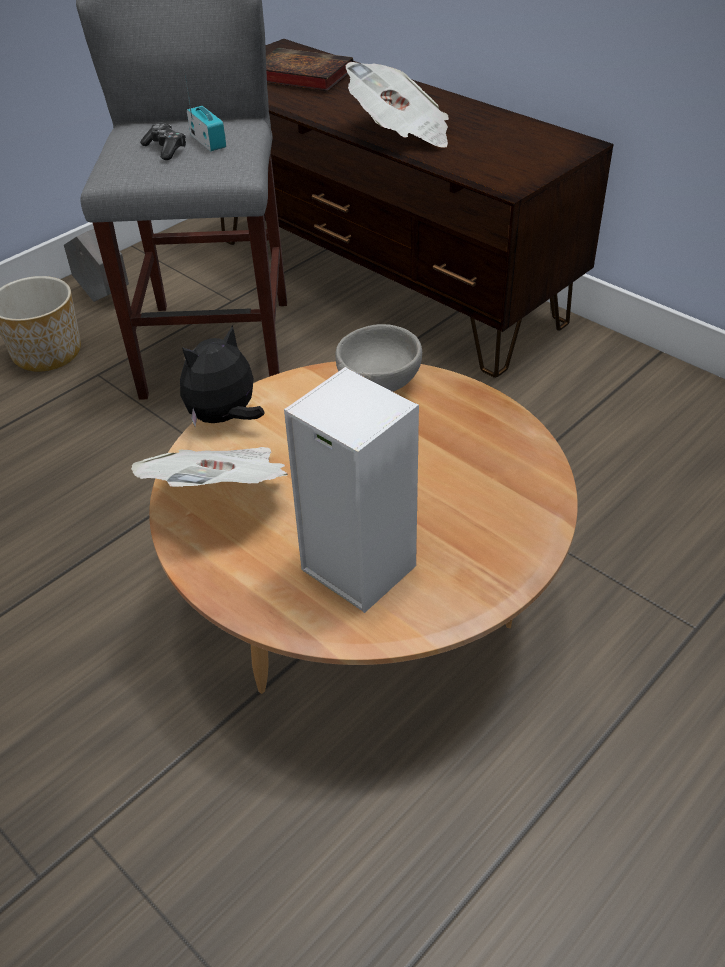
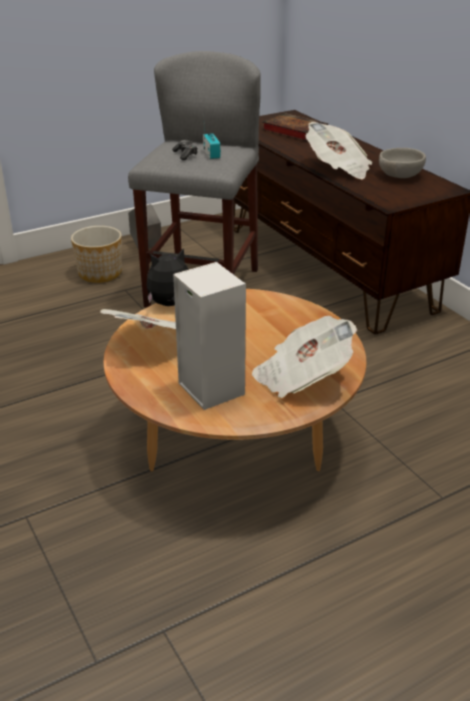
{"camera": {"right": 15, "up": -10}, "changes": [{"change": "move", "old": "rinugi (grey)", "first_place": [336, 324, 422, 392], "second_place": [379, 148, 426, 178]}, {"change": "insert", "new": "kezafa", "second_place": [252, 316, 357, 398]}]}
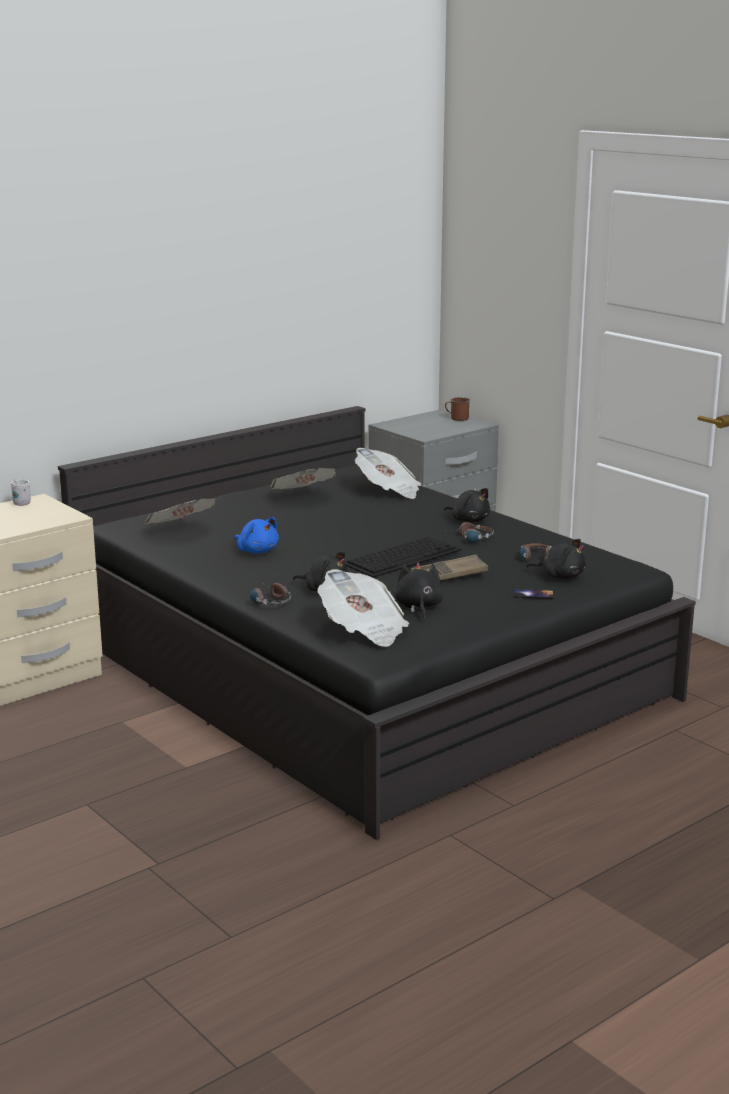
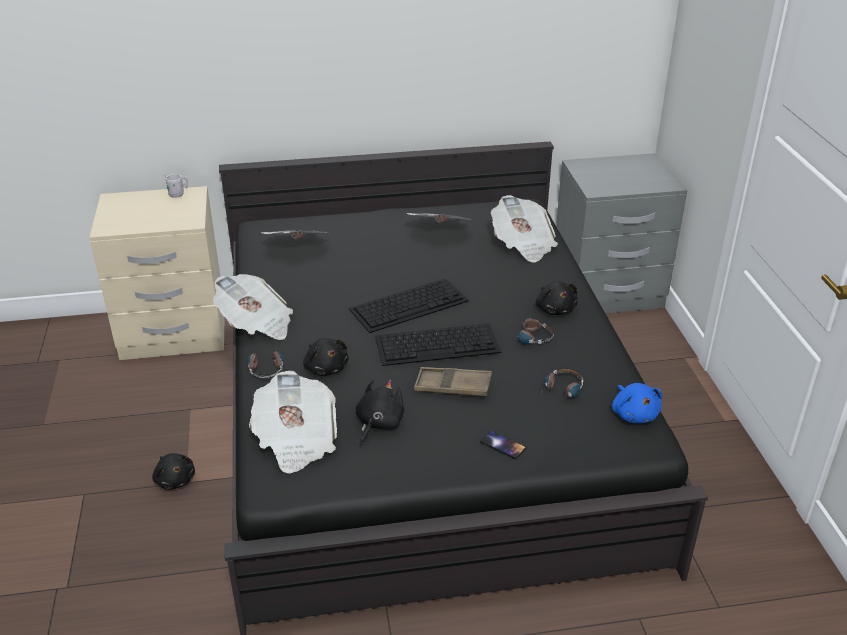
{"camera": {"right": 30, "up": 15}, "changes": [{"change": "delete", "old": "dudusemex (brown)", "first_place": [445, 397, 470, 421]}, {"change": "move", "old": "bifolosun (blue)", "first_place": [234, 517, 279, 554], "second_place": [612, 383, 662, 423]}, {"change": "move", "old": "bifolosun (black)", "first_place": [526, 539, 586, 579], "second_place": [152, 453, 195, 490]}, {"change": "insert", "new": "kezafa", "second_place": [213, 274, 293, 340]}, {"change": "insert", "new": "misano", "second_place": [349, 278, 469, 333]}]}
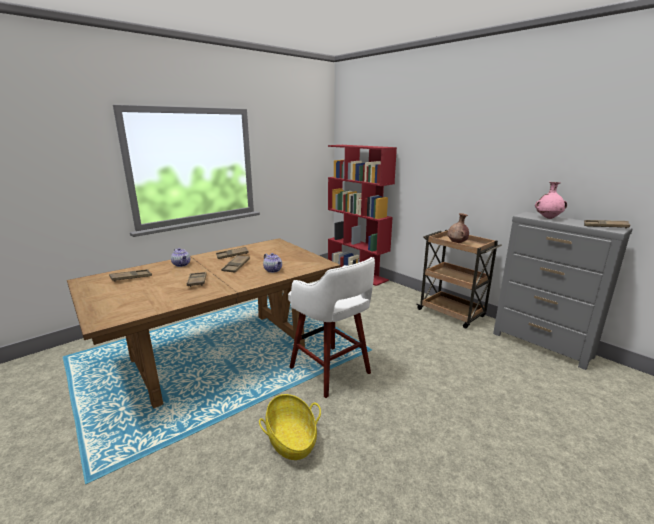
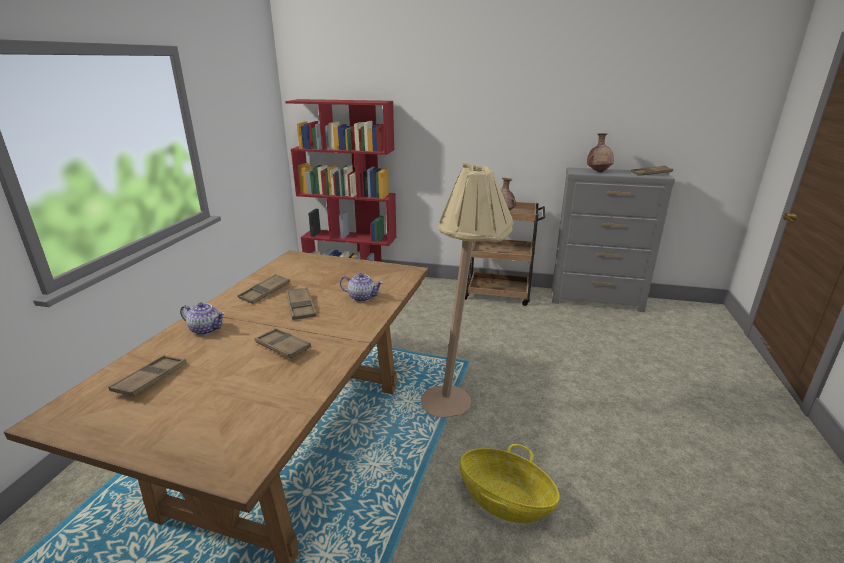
{"camera": {"right": -35, "up": 5}, "changes": [{"change": "recolor", "old": "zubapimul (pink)", "new": "zubapimul (brown)", "first_place": [535, 182, 567, 219], "second_place": [587, 133, 614, 172]}, {"change": "replace", "old": "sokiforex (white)", "new": "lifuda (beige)", "first_place": [288, 257, 375, 398], "second_place": [421, 162, 514, 417]}]}
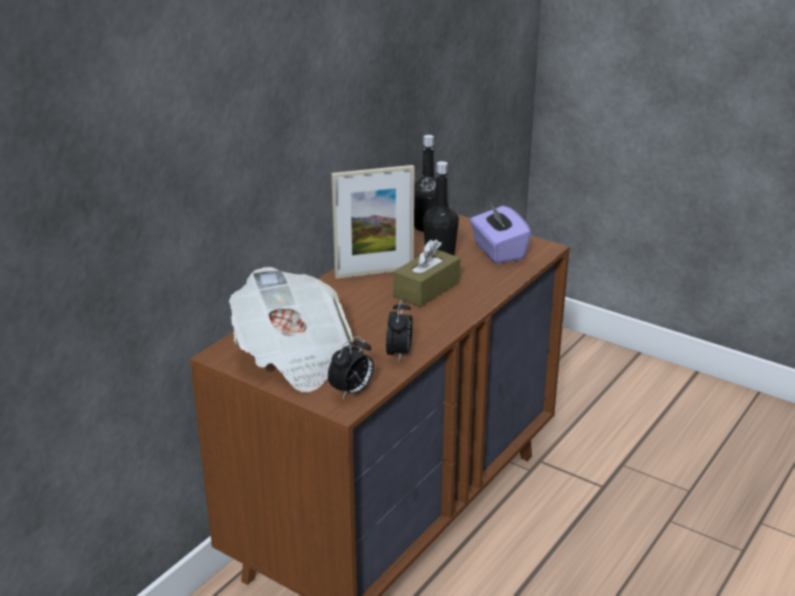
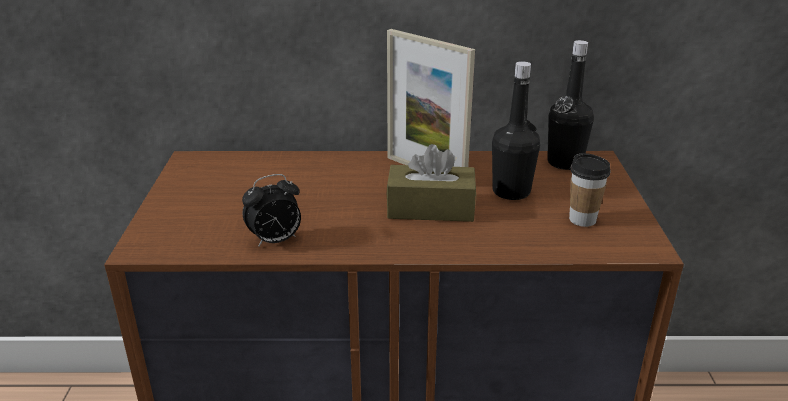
{"camera": {"right": 55, "up": 0}, "changes": [{"change": "replace", "old": "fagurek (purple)", "new": "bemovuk", "first_place": [470, 202, 531, 264], "second_place": [569, 153, 611, 227]}, {"change": "delete", "old": "kezafa", "first_place": [229, 267, 353, 393]}, {"change": "delete", "old": "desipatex", "first_place": [328, 336, 374, 399]}]}
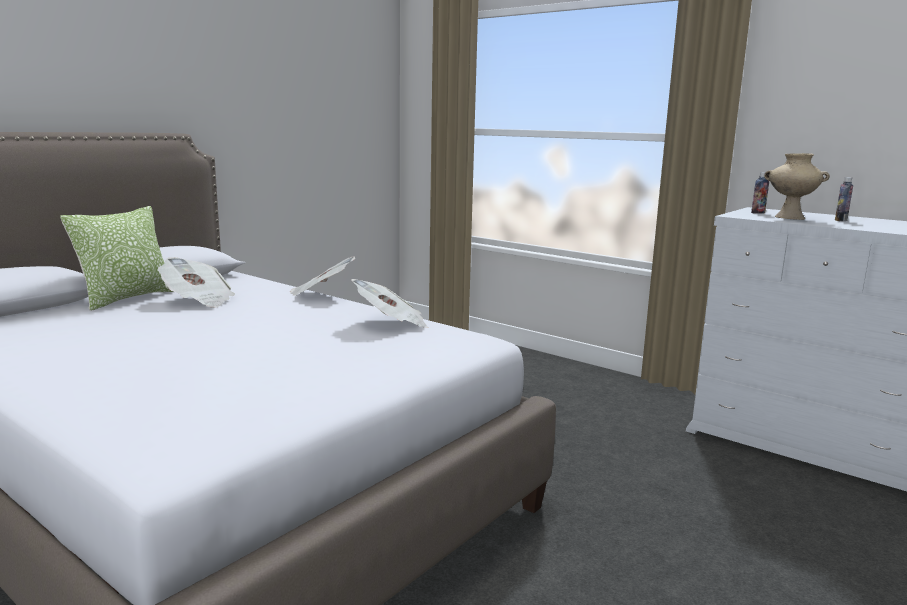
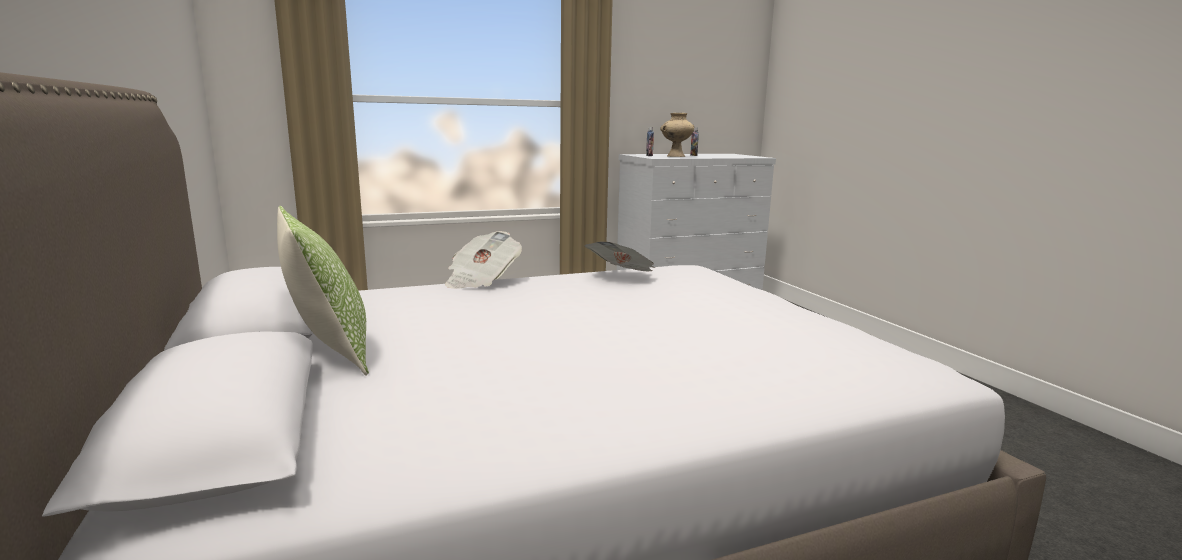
{"camera": {"right": -60, "up": 0}, "changes": [{"change": "delete", "old": "kezafa", "first_place": [158, 257, 235, 308]}]}
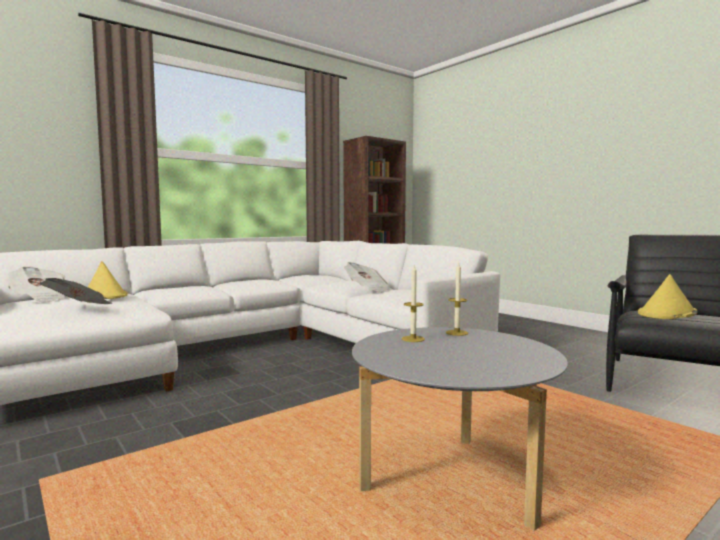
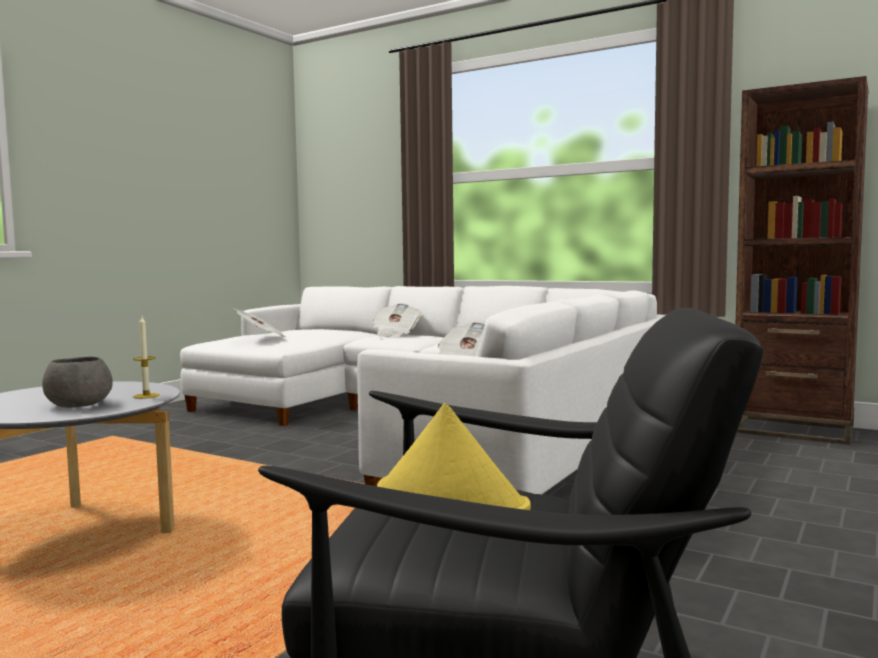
{"camera": {"right": 70, "up": 0}, "changes": [{"change": "delete", "old": "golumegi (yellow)", "first_place": [88, 261, 128, 299]}, {"change": "delete", "old": "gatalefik", "first_place": [402, 265, 425, 342]}, {"change": "move", "old": "kezafa", "first_place": [8, 267, 66, 303], "second_place": [373, 303, 421, 337]}, {"change": "insert", "new": "rinugi (grey)", "second_place": [42, 356, 113, 408]}]}
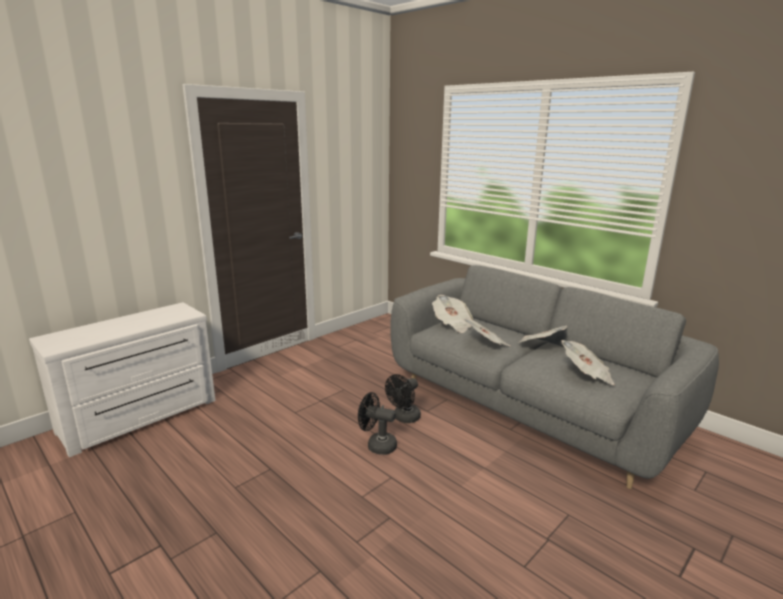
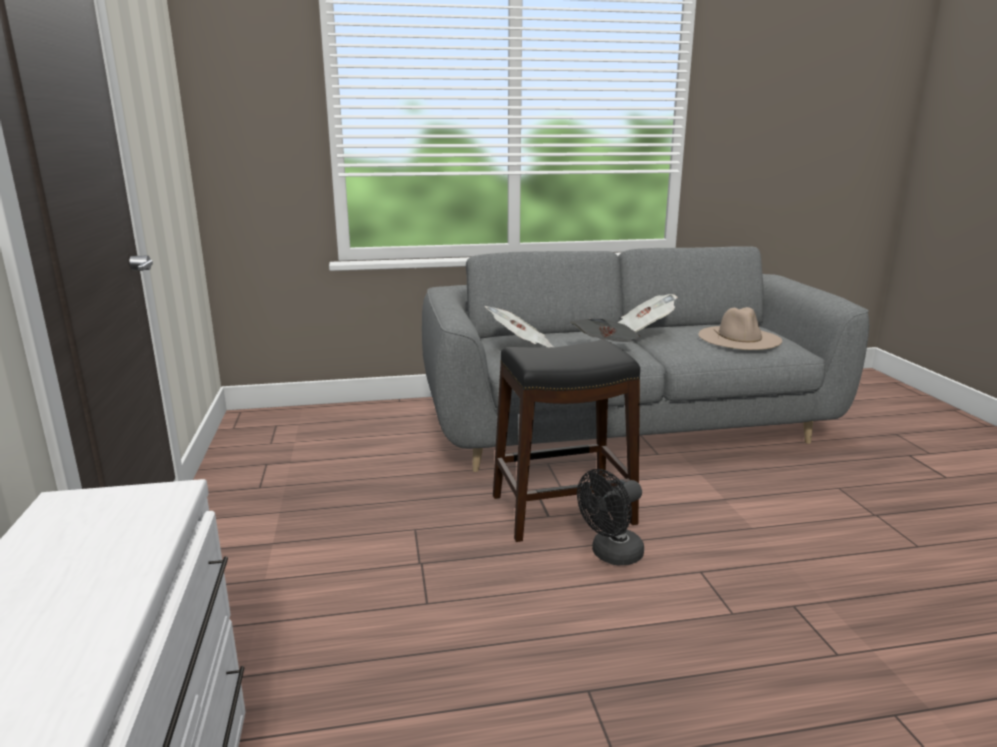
{"camera": {"right": -55, "up": 0}, "changes": [{"change": "replace", "old": "kezafa", "new": "golumegi (beige)", "first_place": [561, 340, 614, 385], "second_place": [698, 307, 782, 350]}, {"change": "replace", "old": "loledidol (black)", "new": "sokiforex (black)", "first_place": [385, 374, 421, 423], "second_place": [493, 340, 640, 542]}]}
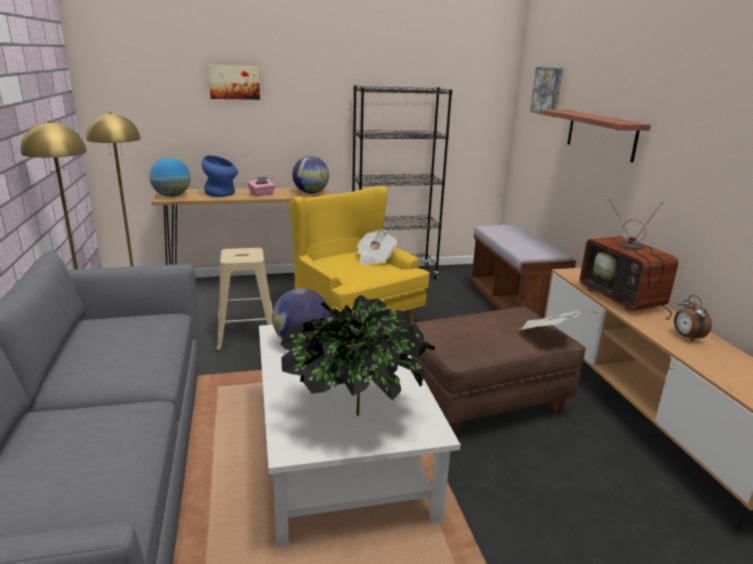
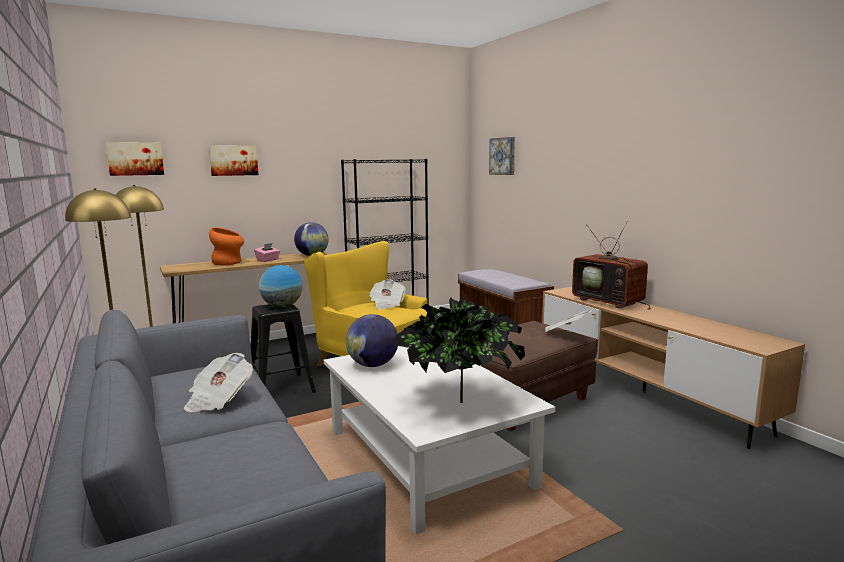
{"camera": {"right": -15, "up": -10}, "changes": [{"change": "delete", "old": "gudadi", "first_place": [542, 110, 651, 163]}, {"change": "recolor", "old": "zubapimul (blue)", "new": "zubapimul (orange)", "first_place": [202, 155, 238, 197], "second_place": [209, 227, 244, 265]}, {"change": "move", "old": "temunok", "first_place": [149, 158, 190, 197], "second_place": [259, 265, 303, 307]}, {"change": "recolor", "old": "sokiforex (beige)", "new": "sokiforex (black)", "first_place": [217, 248, 273, 351], "second_place": [251, 304, 316, 393]}, {"change": "delete", "old": "desipatex", "first_place": [674, 295, 712, 342]}, {"change": "insert", "new": "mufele", "second_place": [106, 142, 164, 176]}, {"change": "insert", "new": "kezafa", "second_place": [184, 353, 253, 412]}]}
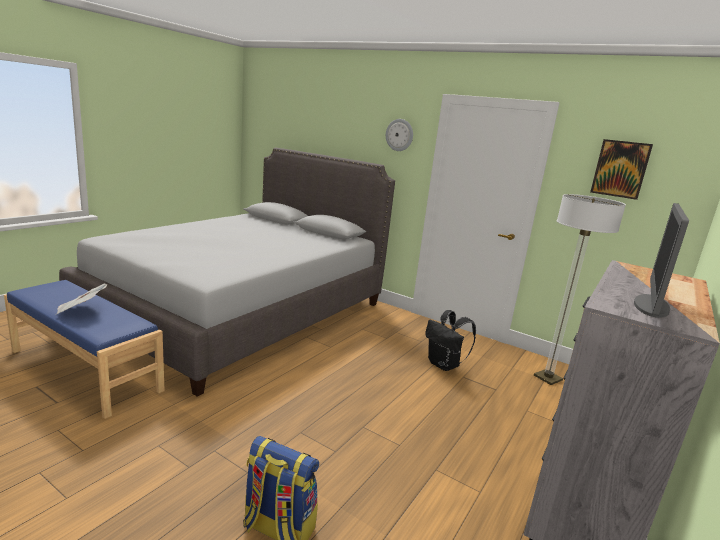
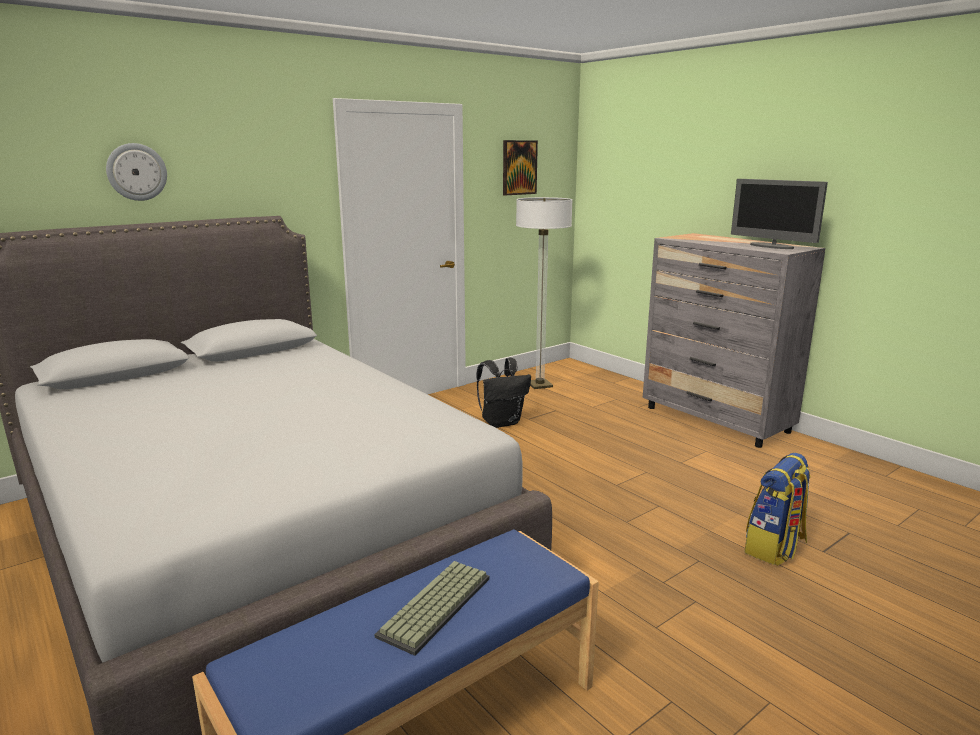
{"camera": {"right": -70, "up": 0}, "changes": [{"change": "move", "old": "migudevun", "first_place": [386, 119, 413, 151], "second_place": [106, 143, 167, 201]}, {"change": "replace", "old": "kezafa", "new": "misano", "first_place": [57, 283, 107, 314], "second_place": [375, 561, 490, 656]}]}
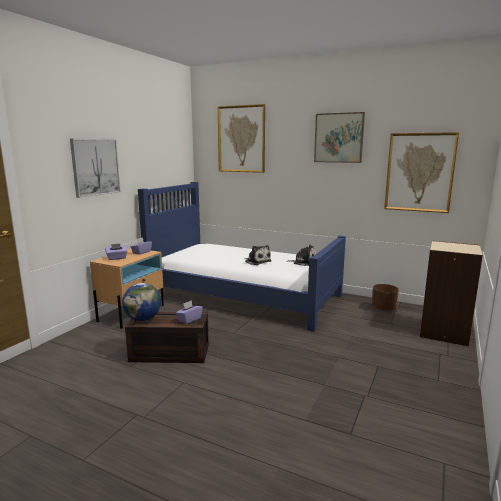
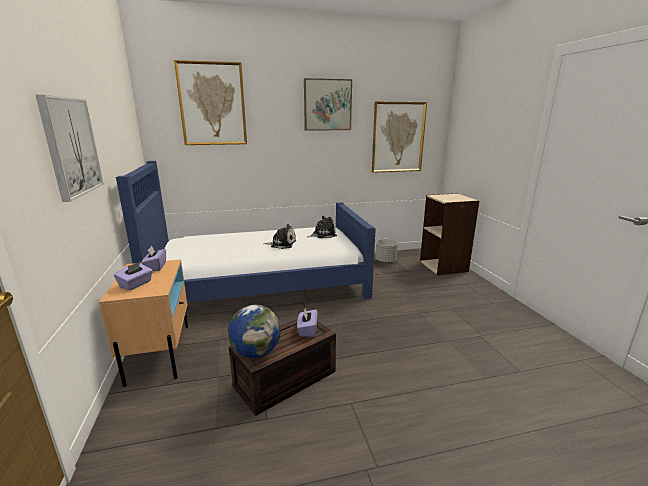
{"camera": {"right": -40, "up": 5}, "changes": [{"change": "recolor", "old": "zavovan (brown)", "new": "zavovan (grey)", "first_place": [372, 284, 399, 312], "second_place": [375, 239, 398, 263]}]}
